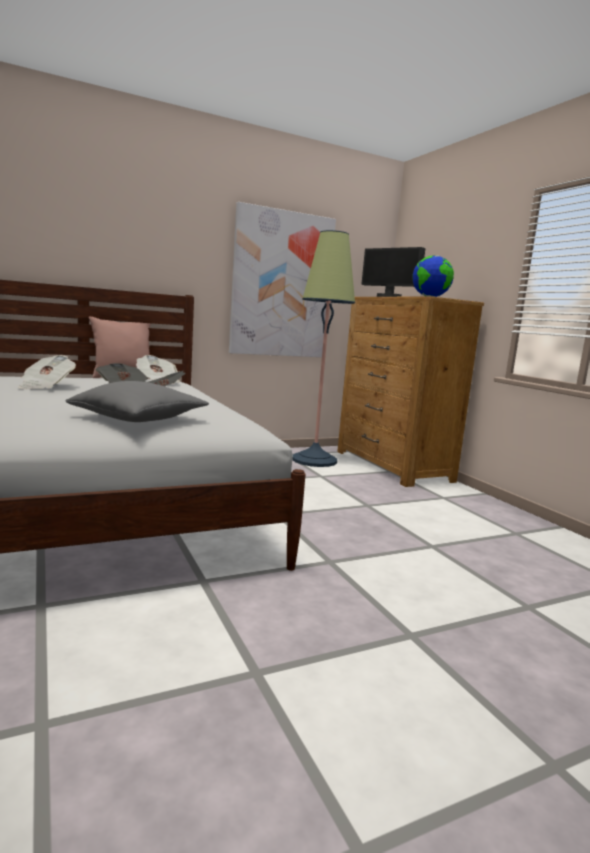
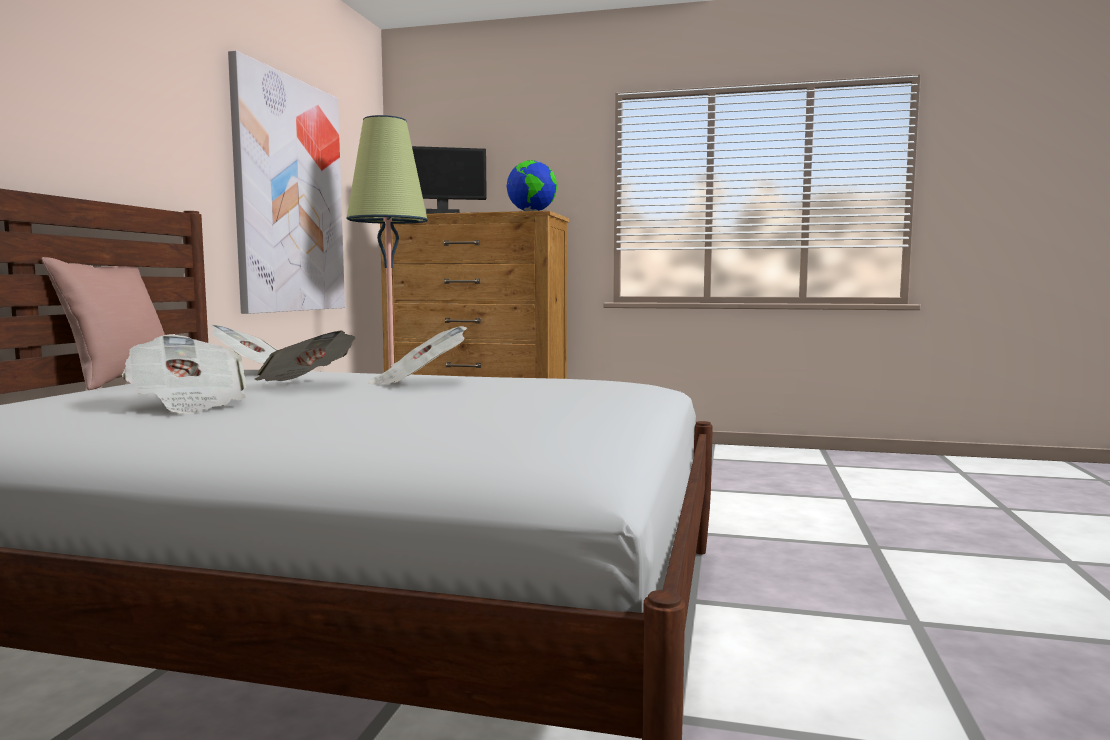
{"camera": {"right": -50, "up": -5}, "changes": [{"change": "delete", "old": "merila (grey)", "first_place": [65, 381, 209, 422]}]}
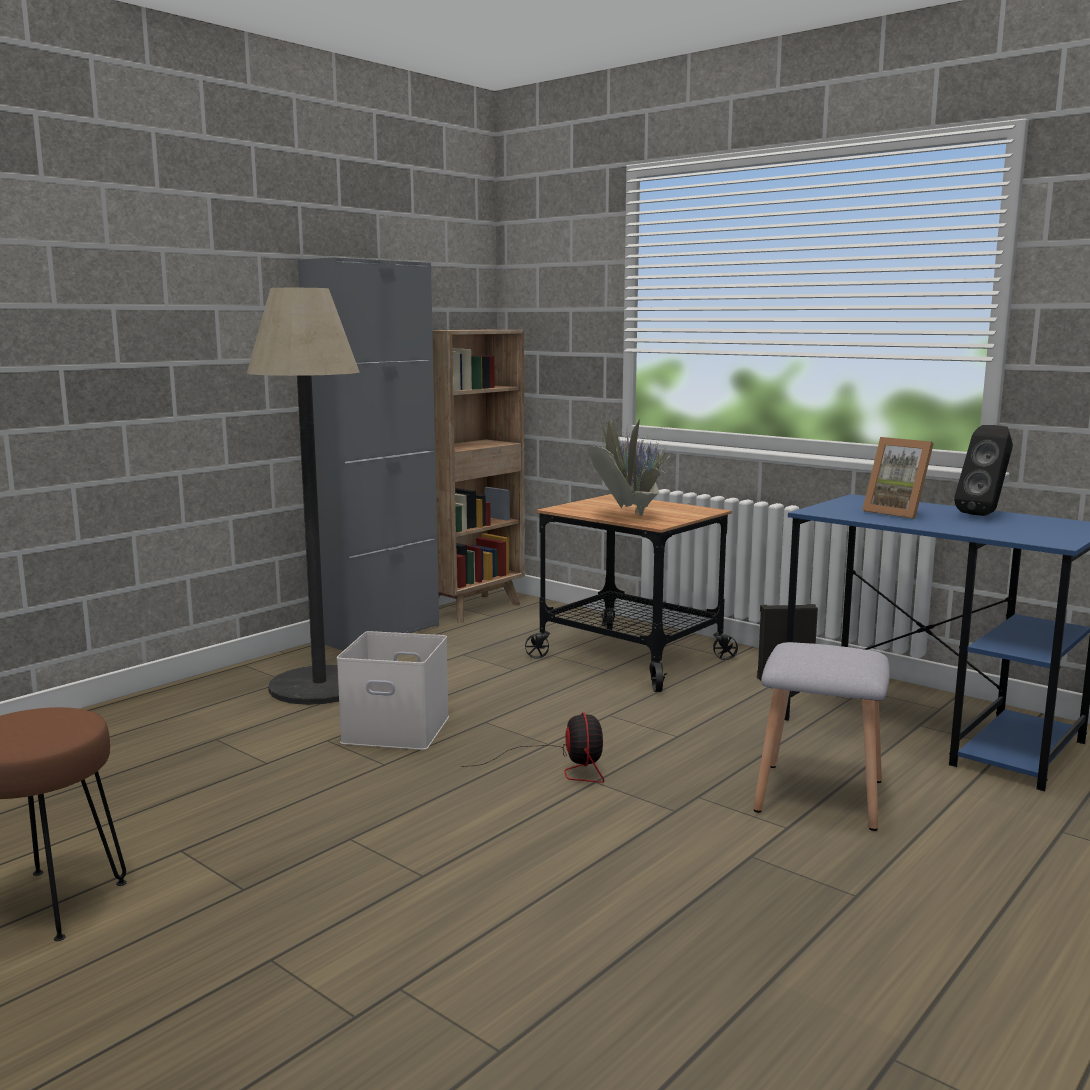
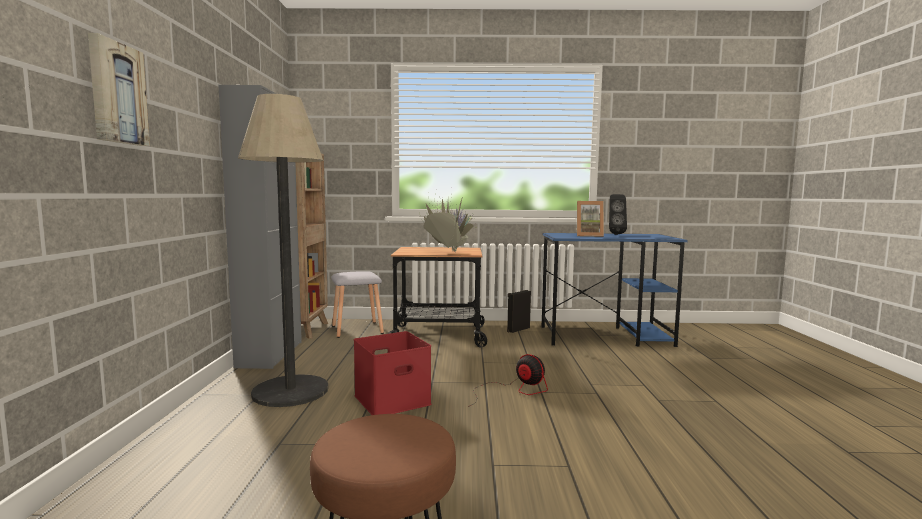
{"camera": {"right": -40, "up": -5}, "changes": [{"change": "recolor", "old": "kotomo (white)", "new": "kotomo (red)", "first_place": [337, 631, 449, 750], "second_place": [354, 331, 431, 415]}, {"change": "move", "old": "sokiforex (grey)", "first_place": [753, 642, 890, 831], "second_place": [331, 271, 384, 338]}, {"change": "insert", "new": "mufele", "second_place": [88, 33, 150, 146]}]}
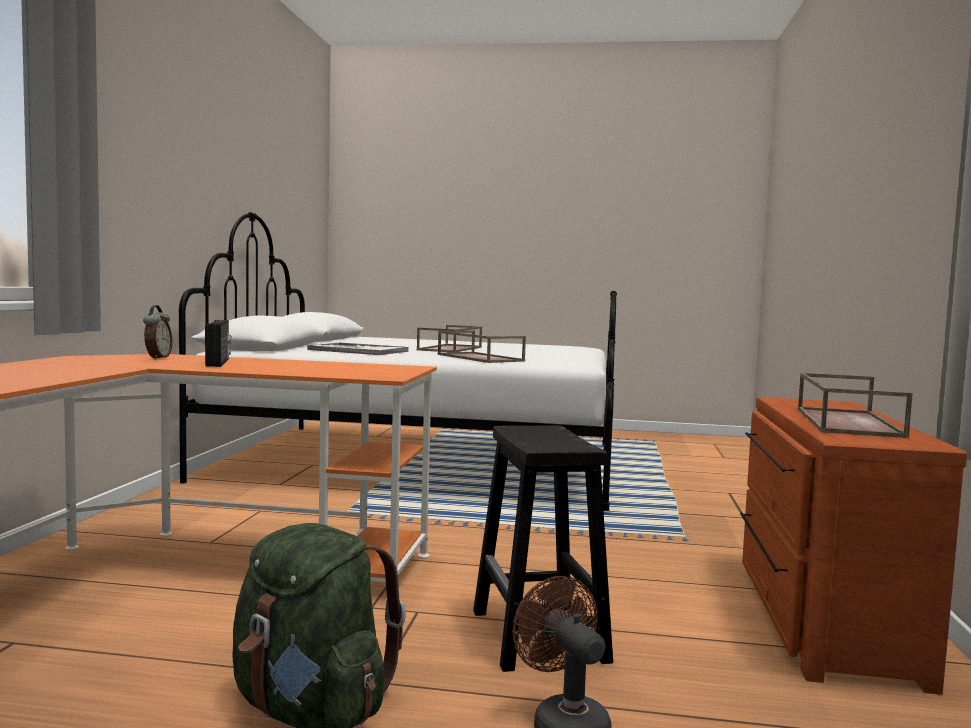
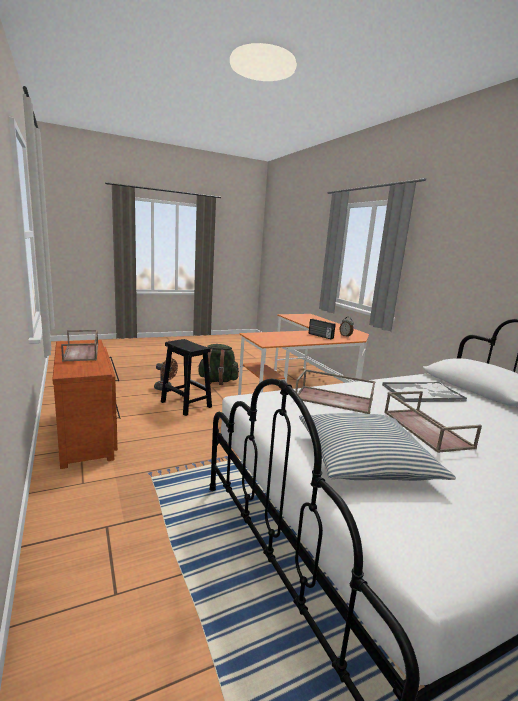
{"camera": {"right": 145, "up": 10}, "changes": [{"change": "insert", "new": "merila", "second_place": [299, 413, 456, 481]}]}
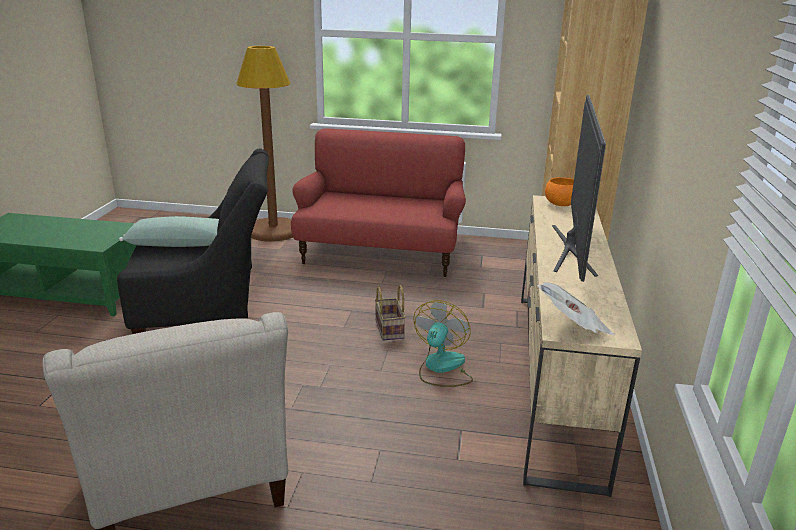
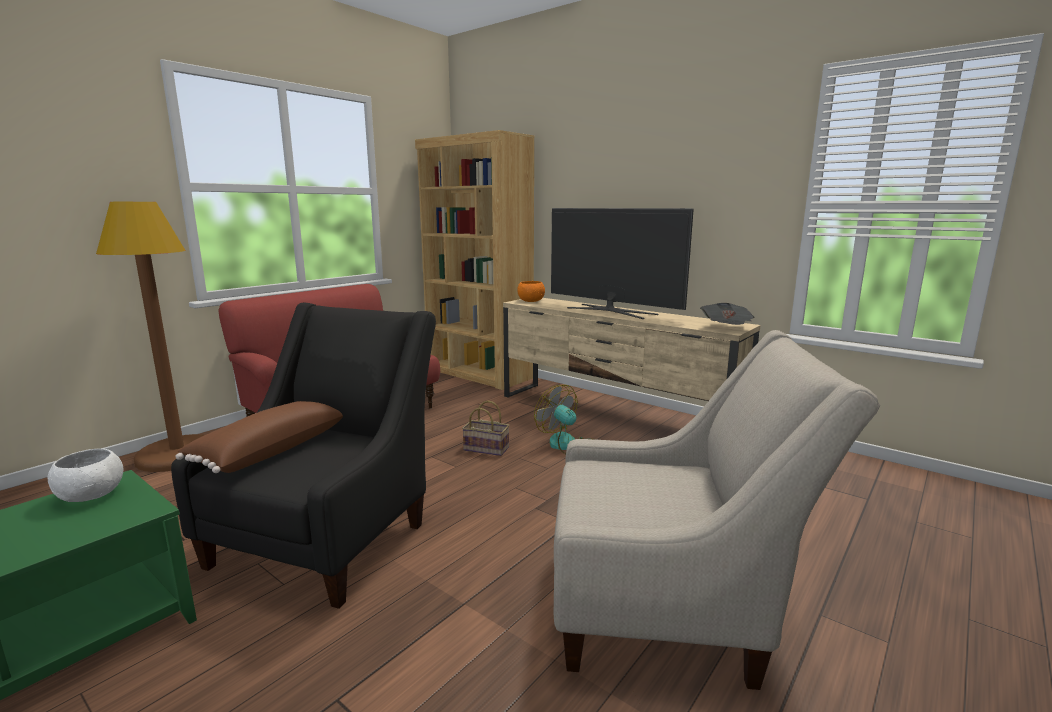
{"camera": {"right": -60, "up": -10}, "changes": [{"change": "recolor", "old": "merila (green)", "new": "merila (brown)", "first_place": [119, 216, 219, 247], "second_place": [176, 401, 343, 473]}, {"change": "insert", "new": "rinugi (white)", "second_place": [47, 448, 124, 502]}]}
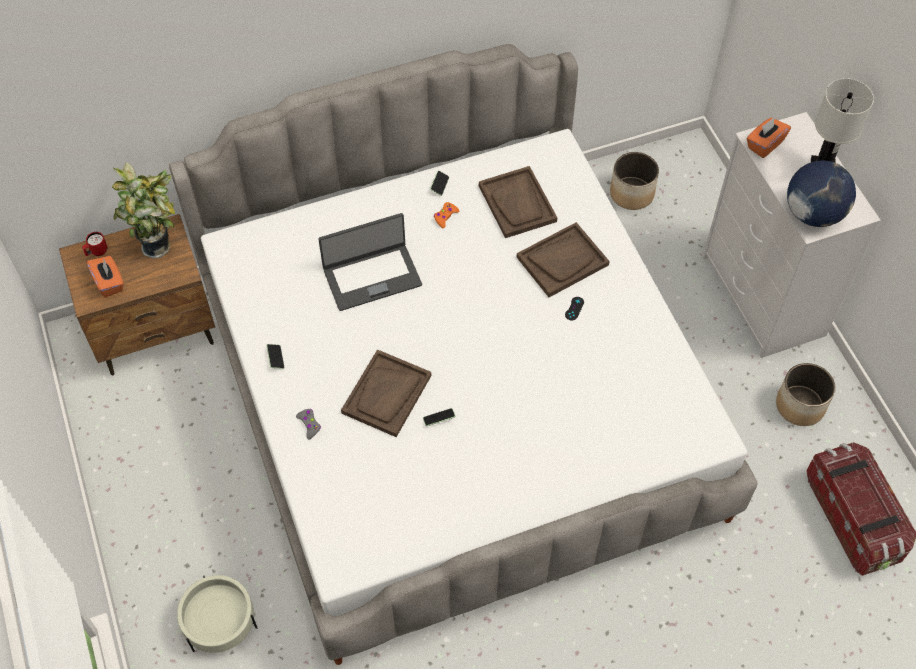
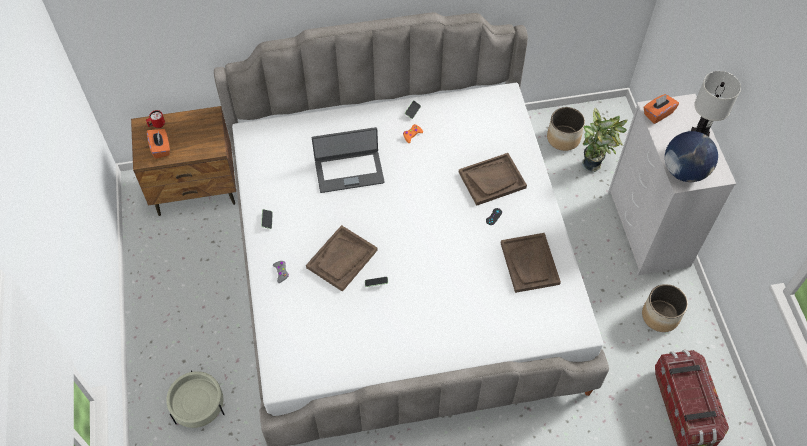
{"camera": {"right": 10, "up": 0}, "changes": [{"change": "move", "old": "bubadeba", "first_place": [112, 163, 175, 259], "second_place": [582, 108, 627, 172]}, {"change": "move", "old": "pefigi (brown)", "first_place": [479, 166, 557, 238], "second_place": [501, 233, 561, 293]}]}
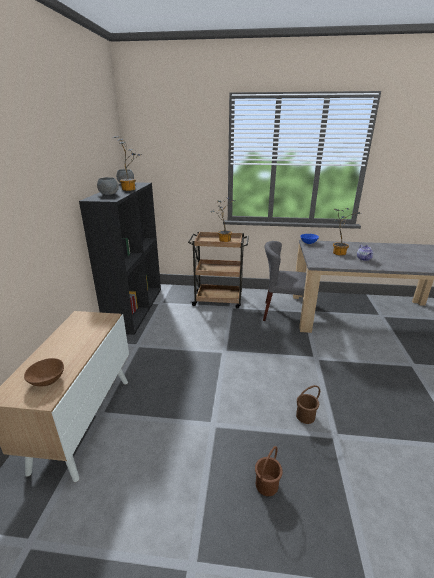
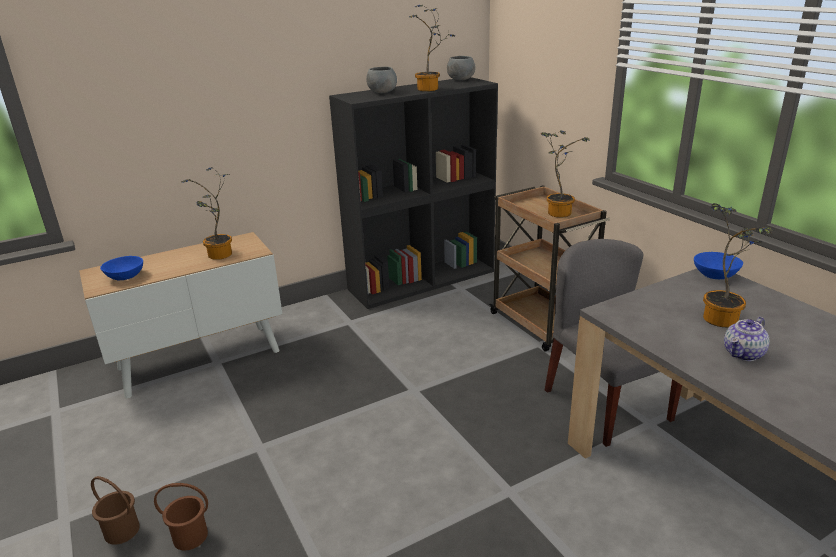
{"camera": {"right": 55, "up": 0}, "changes": [{"change": "recolor", "old": "rinugi (brown)", "new": "rinugi (blue)", "first_place": [24, 358, 64, 387], "second_place": [100, 256, 143, 280]}, {"change": "move", "old": "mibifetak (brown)", "first_place": [296, 385, 320, 424], "second_place": [91, 476, 140, 545]}, {"change": "insert", "new": "bubadeba", "second_place": [181, 167, 232, 260]}]}
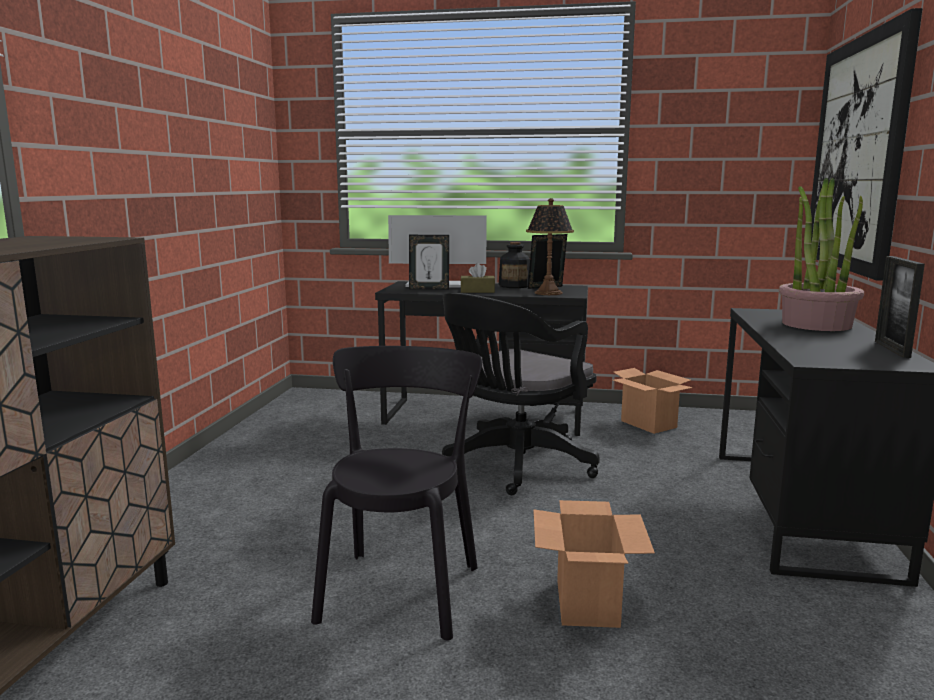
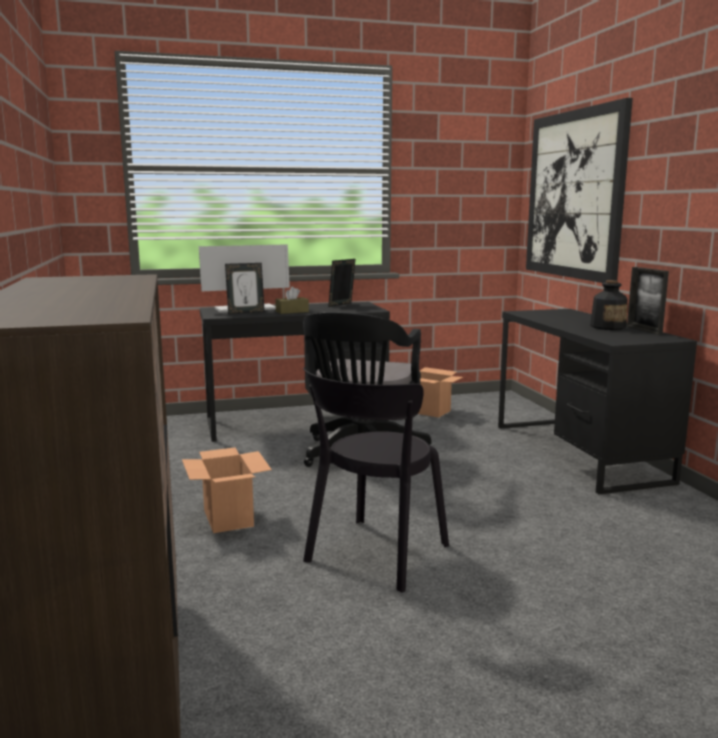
{"camera": {"right": -25, "up": 0}, "changes": [{"change": "delete", "old": "bubadeba", "first_place": [779, 178, 864, 331]}, {"change": "delete", "old": "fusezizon", "first_place": [526, 198, 574, 295]}, {"change": "move", "old": "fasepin", "first_place": [499, 242, 530, 288], "second_place": [590, 280, 627, 330]}, {"change": "rotate", "old": "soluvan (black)", "first_place": [311, 346, 482, 640], "second_place": [303, 368, 449, 592], "degrees": -135}, {"change": "move", "old": "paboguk", "first_place": [533, 500, 655, 628], "second_place": [182, 447, 272, 533]}]}
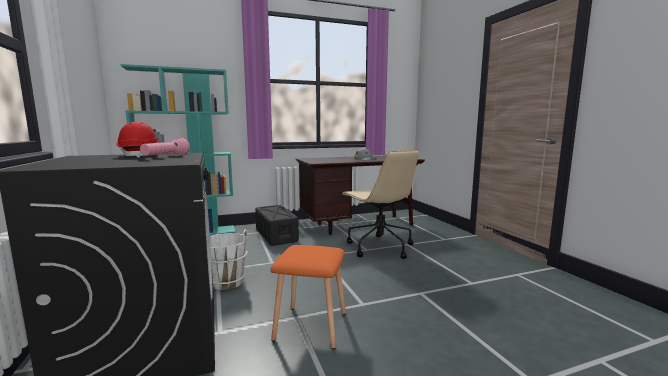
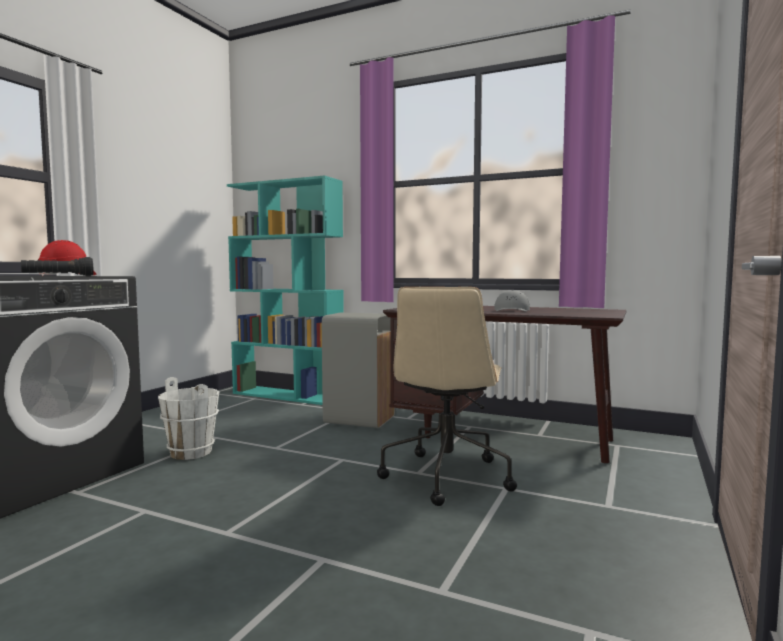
{"camera": {"right": 45, "up": -5}, "changes": [{"change": "recolor", "old": "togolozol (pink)", "new": "togolozol (black)", "first_place": [140, 138, 190, 156], "second_place": [21, 257, 94, 276]}, {"change": "replace", "old": "kotomo (black)", "new": "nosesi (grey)", "first_place": [255, 205, 299, 246], "second_place": [322, 312, 395, 428]}, {"change": "delete", "old": "sokiforex (orange)", "first_place": [270, 245, 346, 350]}]}
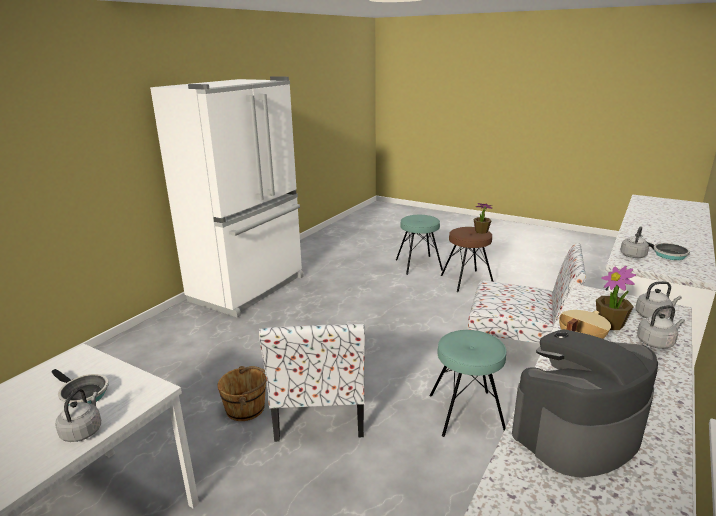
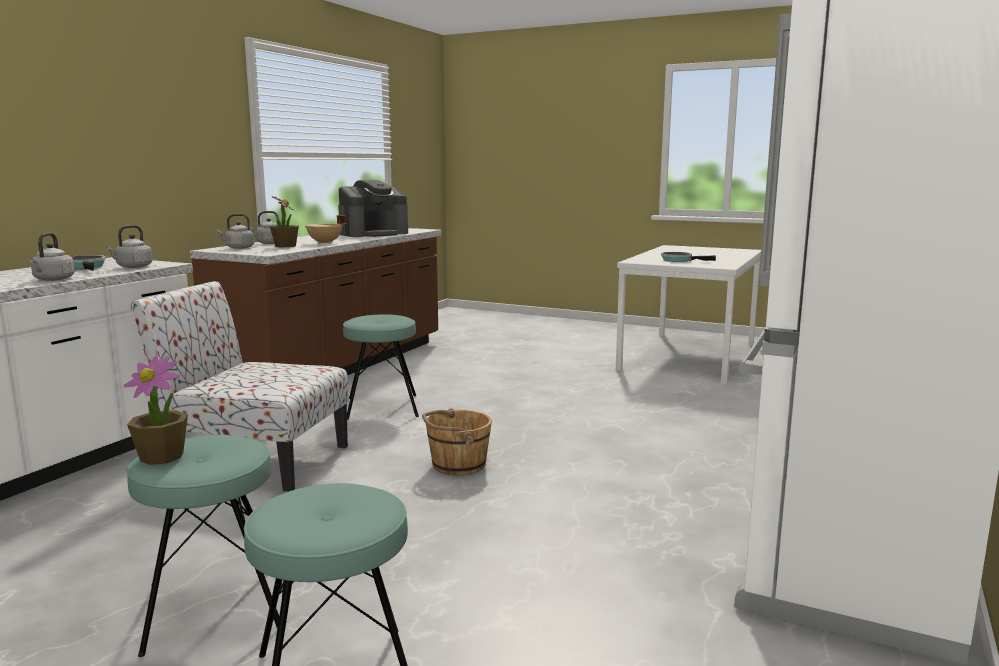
{"camera": {"right": 175, "up": -10}, "changes": [{"change": "recolor", "old": "sokiforex (brown)", "new": "sokiforex (turquoise)", "first_place": [441, 227, 494, 292], "second_place": [127, 435, 279, 657]}, {"change": "delete", "old": "soluvan", "first_place": [259, 324, 365, 442]}, {"change": "move", "old": "mibifetak (brown)", "first_place": [217, 366, 267, 421], "second_place": [422, 408, 492, 475]}, {"change": "move", "old": "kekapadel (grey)", "first_place": [55, 389, 101, 442], "second_place": [29, 233, 75, 281]}]}
